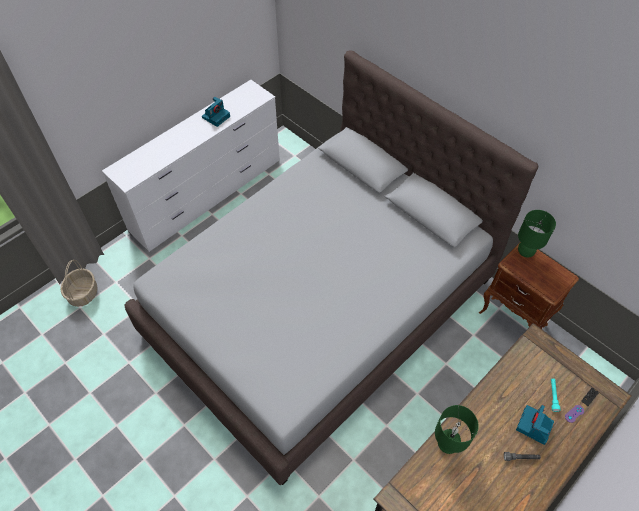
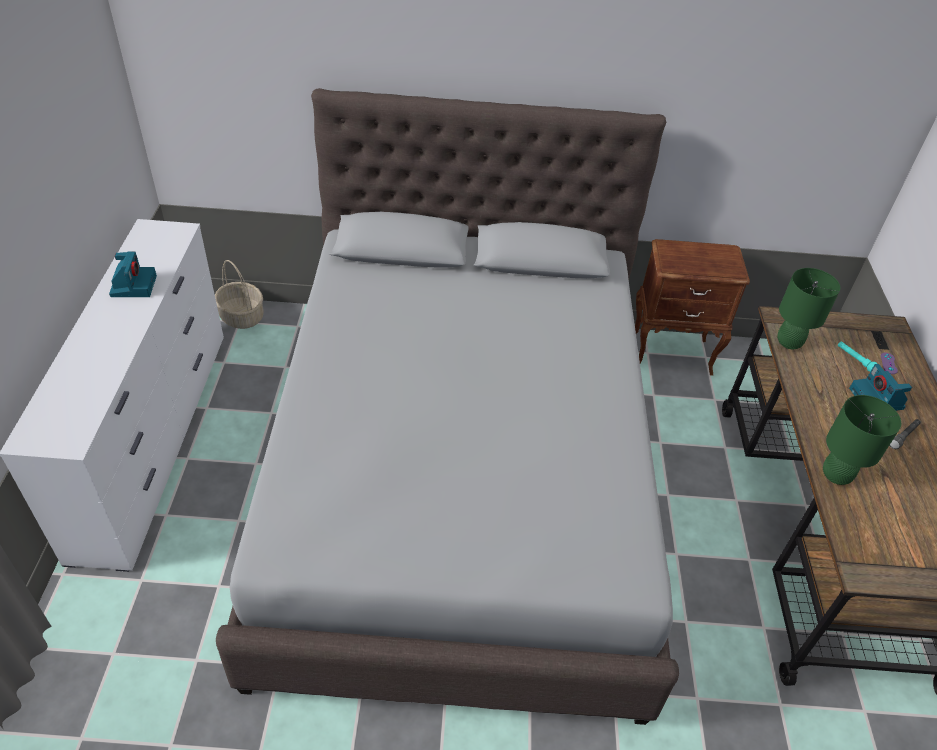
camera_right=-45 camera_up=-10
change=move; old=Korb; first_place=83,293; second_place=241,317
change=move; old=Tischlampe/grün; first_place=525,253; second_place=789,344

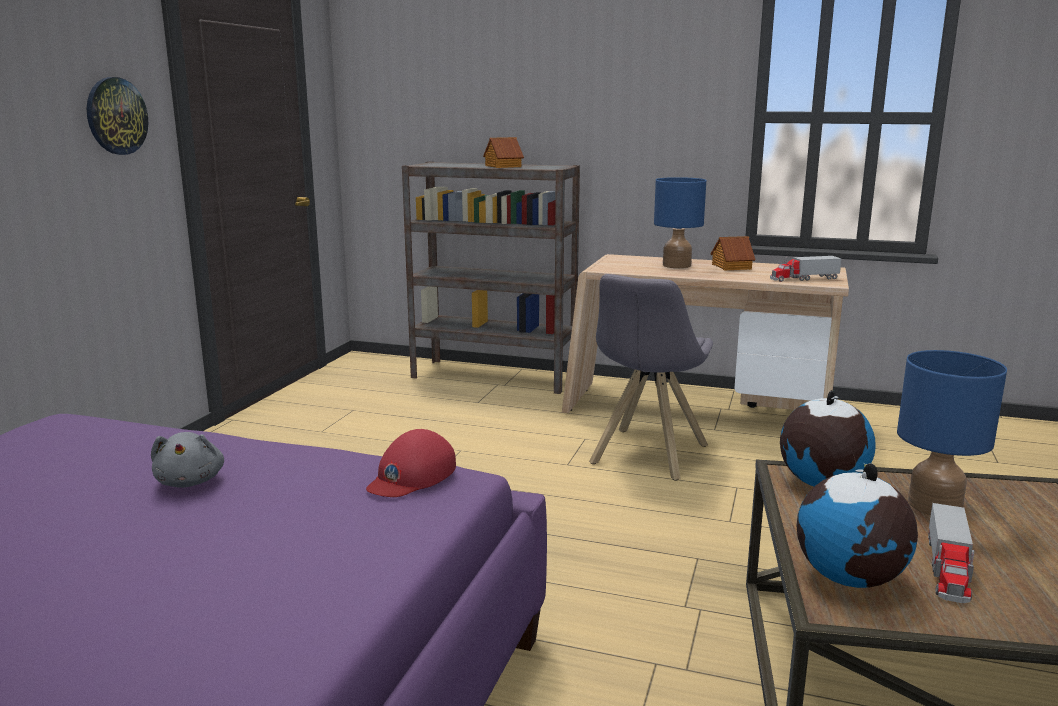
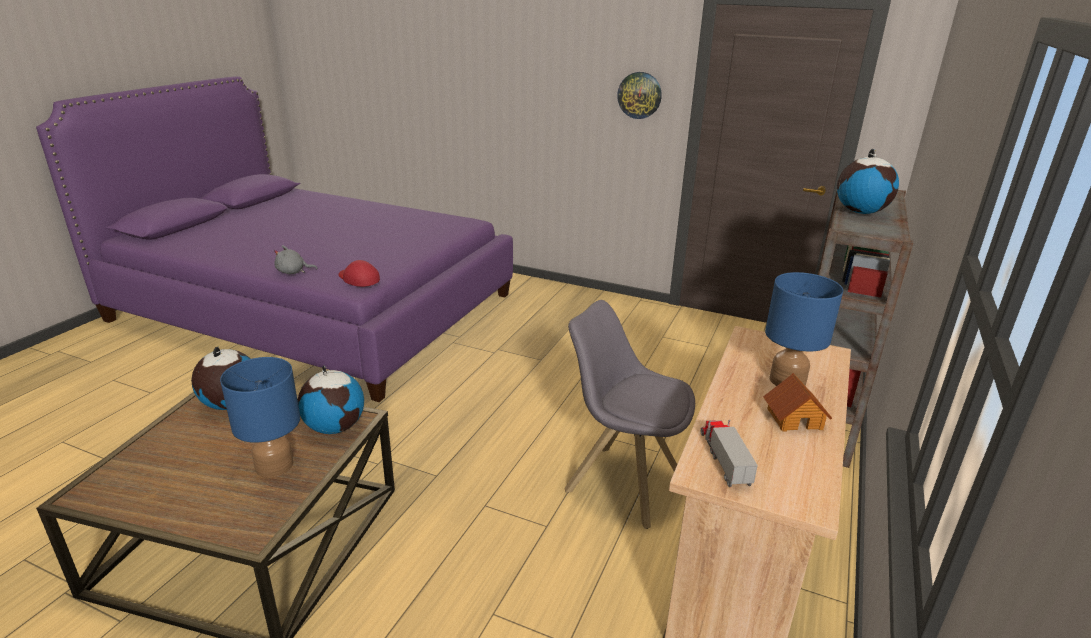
camera_right=95 camera_up=10
change=move; old=Plüschtier/grau; first_place=191,481; second_place=293,272
change=replace; old=Spielzeughaus; new=Globus; first_place=502,166; second_place=860,212
change=delete; old=Spielzeuglaster; first_place=948,568

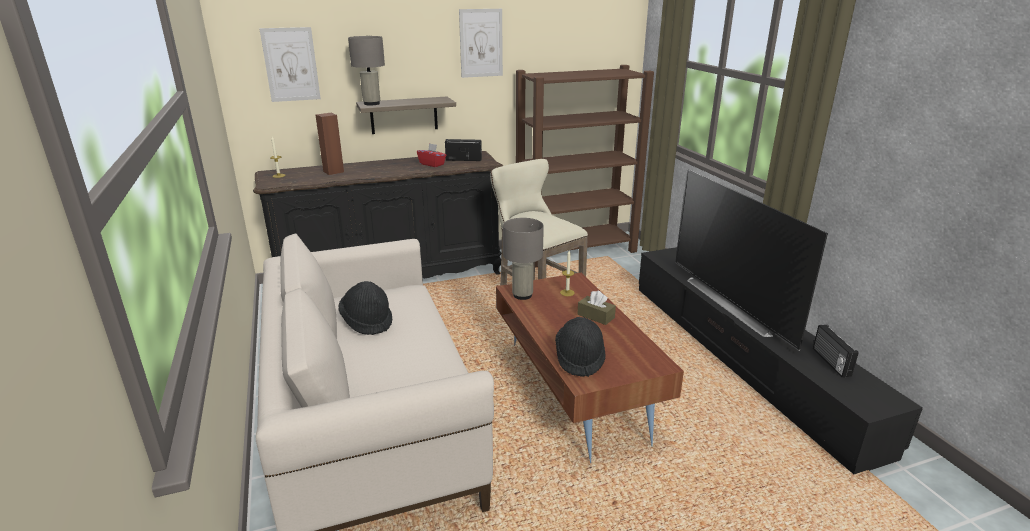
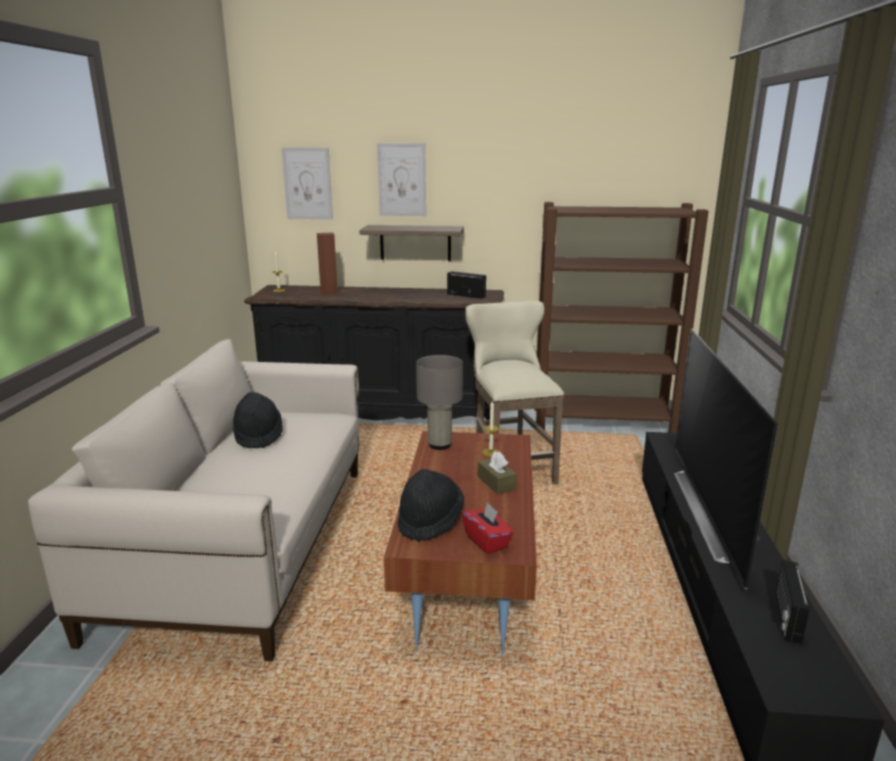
camera_right=25 camera_up=-5
change=delete; old=Tischlampe/grau; first_place=371,104
change=move; old=Taschentuchbox/rot; first_place=432,164; second_place=487,541
change=move; old=Bild; first_place=481,43; second_place=402,180

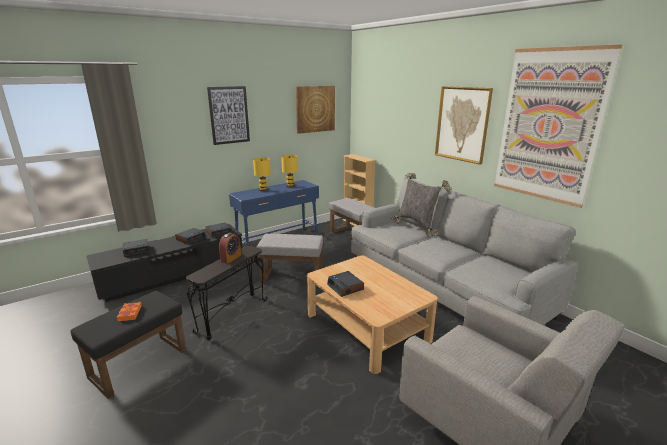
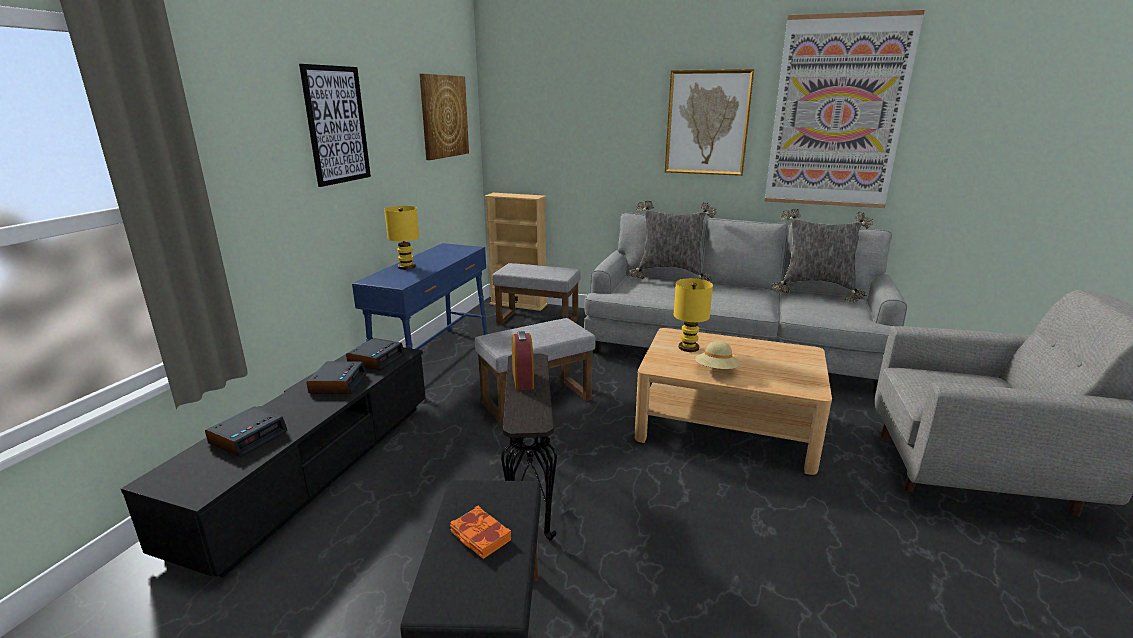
camera_right=-35 camera_up=0
change=move; old=Tischlampe/gelb; first_place=290,186; second_place=689,348
change=replace; old=Wecker; new=Hut/beige; first_place=346,287; second_place=716,370
change=insert; new=Kissen; second_place=815,294

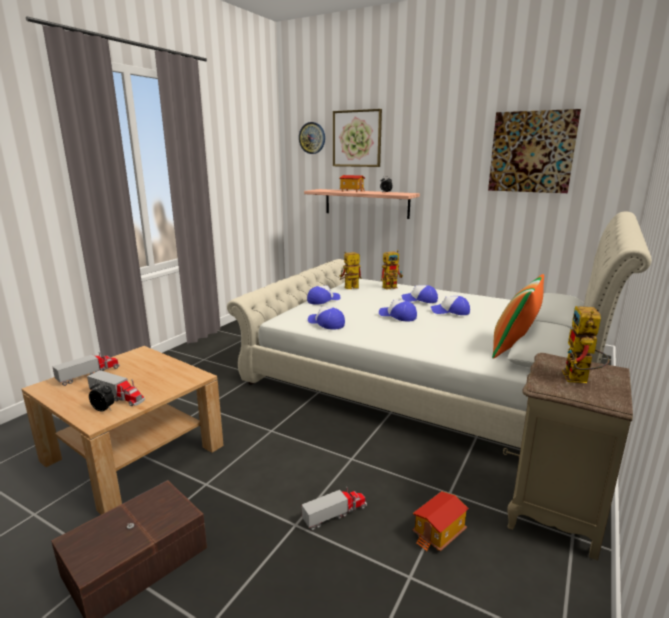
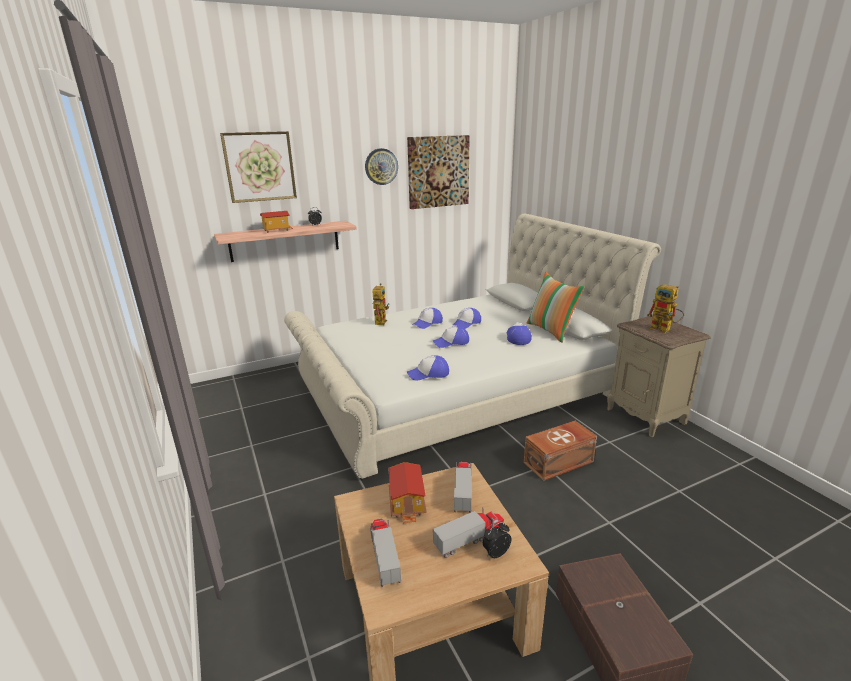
camera_right=-55 camera_up=5
change=move; old=Wanduhr; first_place=312,138; second_place=381,166
change=move; old=Spielzeuglaster; first_place=335,514; second_place=463,490
change=move; old=Kappe; first_place=323,300; second_place=517,338
change=delete; old=Spielzeugroboter; first_place=349,288
change=move; old=Spielzeughaus; first_place=439,534; second_place=408,503
change=insert; new=Aufbewahrungsbox/braun; second_place=559,462

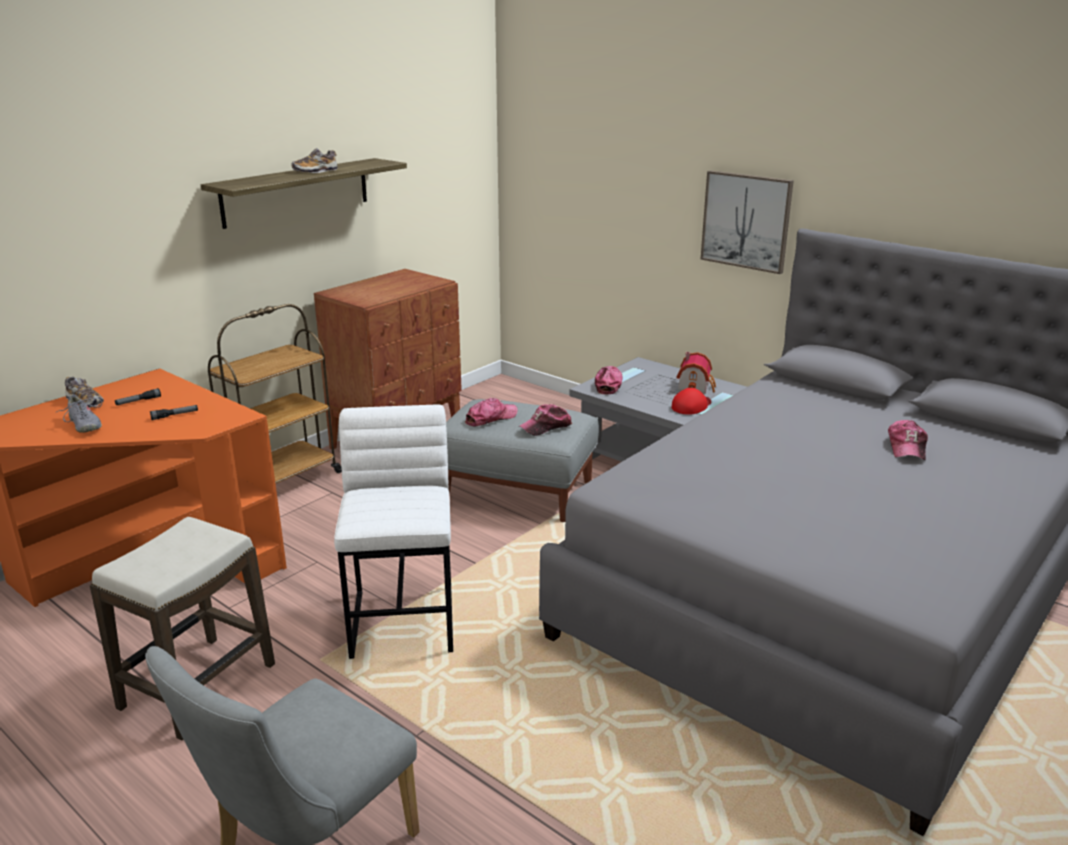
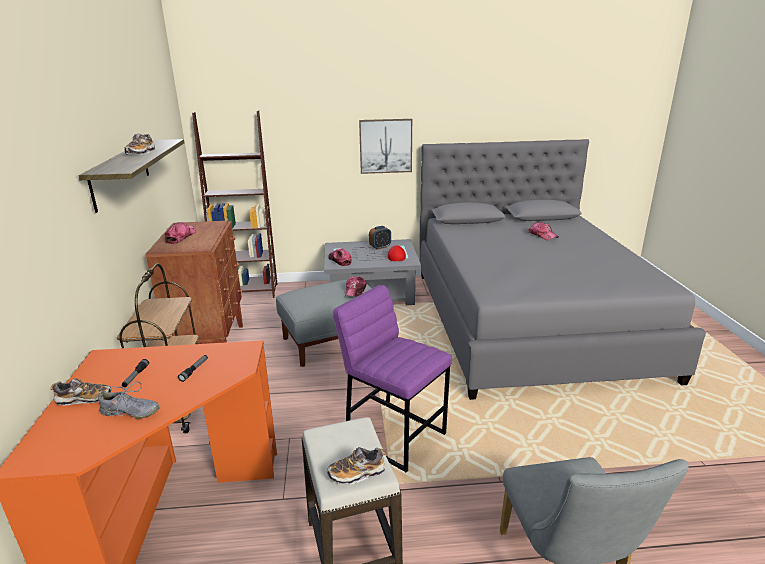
camera_right=-45 camera_up=0
change=recolor; old=Stuhl/weiß; new=Stuhl/lila; first_place=403,619; second_place=393,435
change=move; old=Kappe; first_place=491,418; second_place=180,237
change=replace; old=Spielzeughaus; new=Wecker; first_place=696,387; second_place=380,247
change=insert; new=Bücherregal/braun; second_place=246,291
change=insert; new=Schuh; second_place=357,474

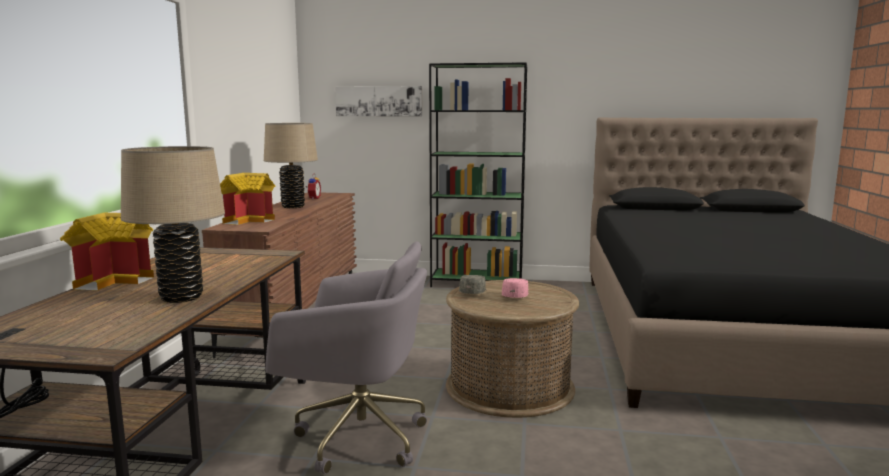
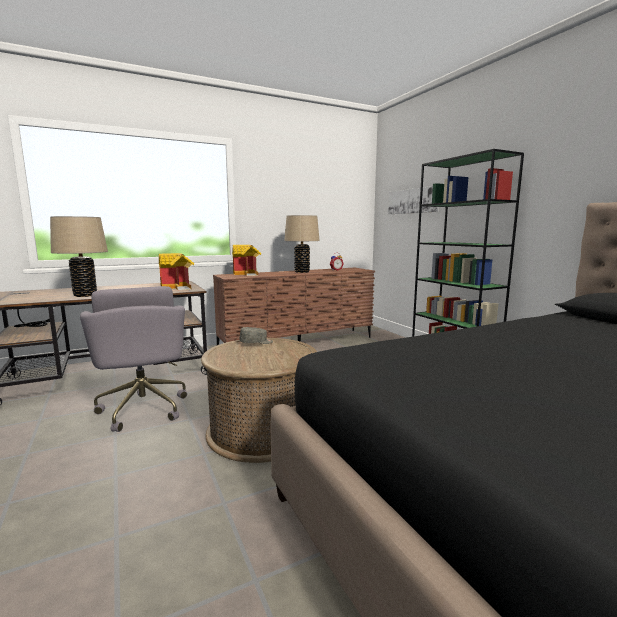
camera_right=55 camera_up=0
change=move; old=Spielzeughaus; first_place=115,280; second_place=179,287
change=delete; old=Kappe/rosa; first_place=516,296

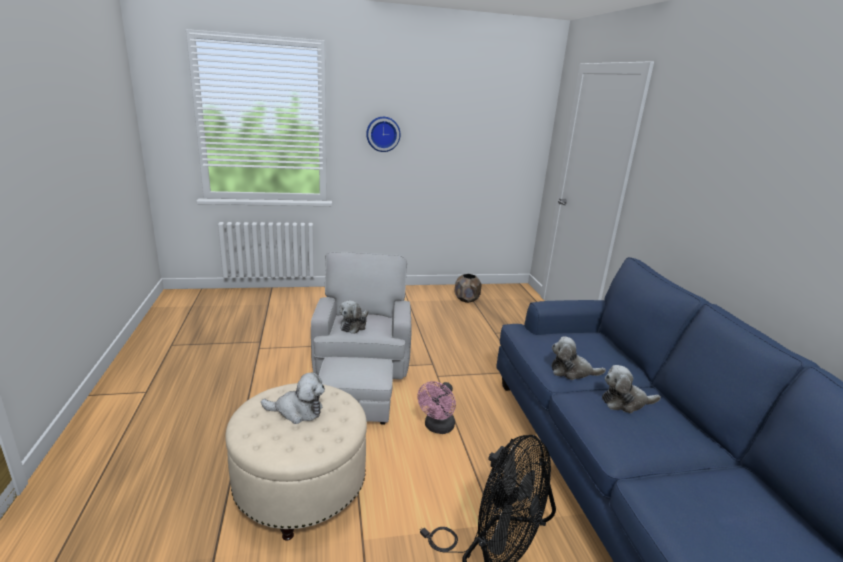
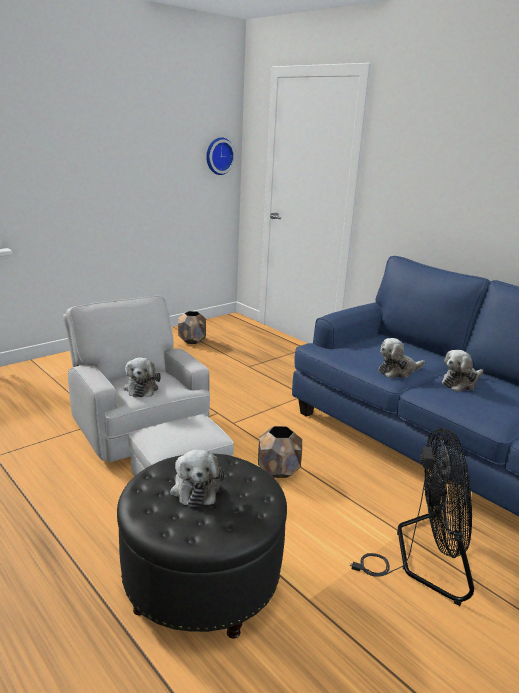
camera_right=-30 camera_up=0
change=recolor; old=Polsterhocker/beige; new=Polsterhocker/schwarz; first_place=300,490; second_place=202,584
change=rotate; old=Plüschtier; first_place=297,411; second_place=195,488; degrees=105
change=move; old=Wanduhr; first_place=383,134; second_place=218,156
change=replace; old=Ventilator/rosa; new=Pflanzkübel/braun; first_place=437,428; second_place=279,471

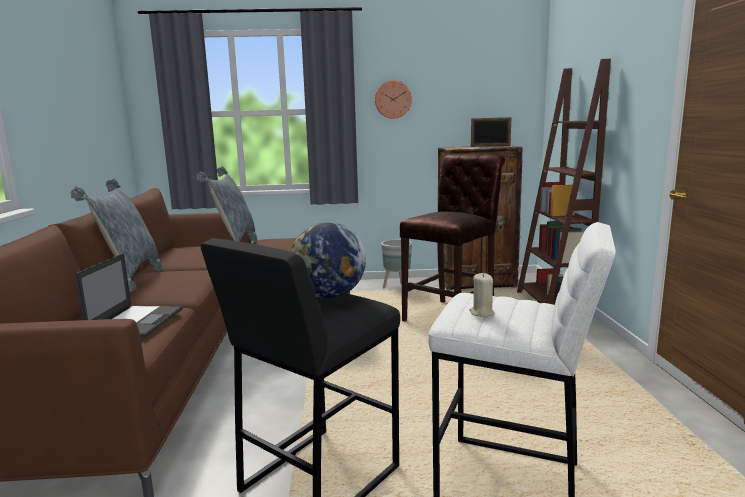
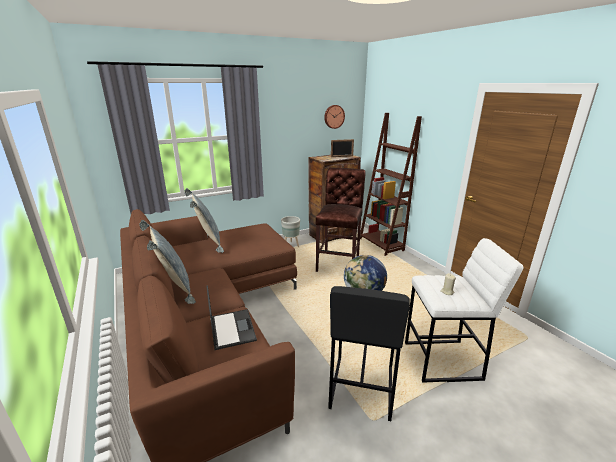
camera_right=-25 camera_up=10
change=move; old=Wanduhr; first_place=393,99; second_place=334,116

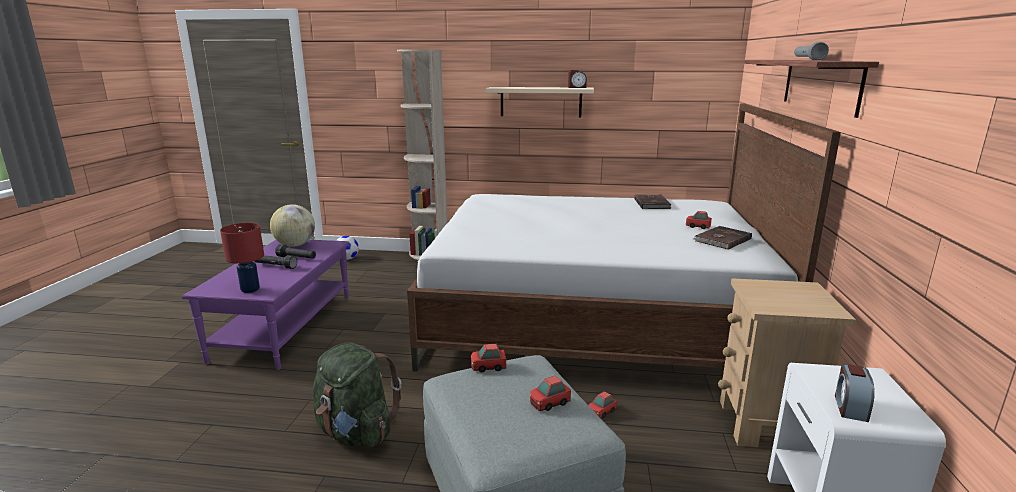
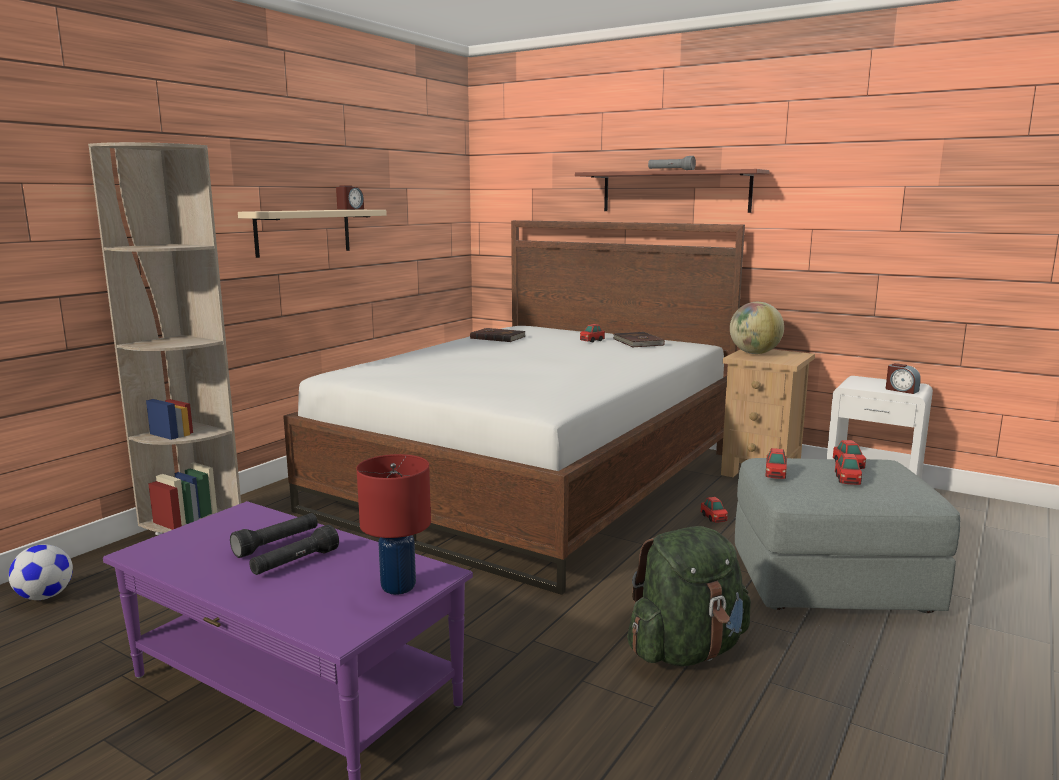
camera_right=-65 camera_up=-5
change=move; old=Globus; first_place=295,245; second_place=754,353
change=insert; new=Spielzeugauto; second_place=847,480

